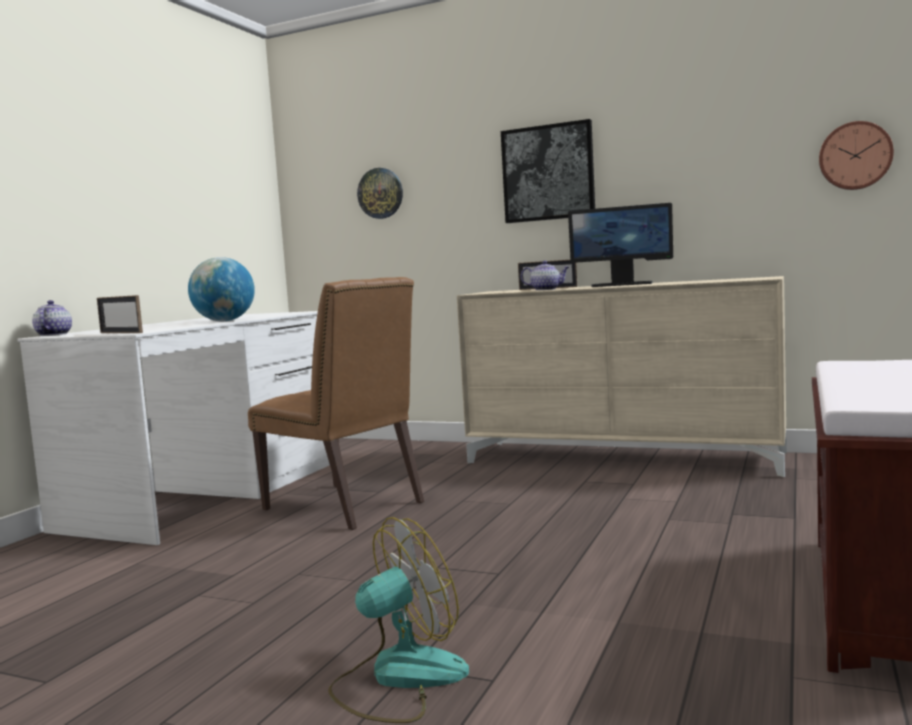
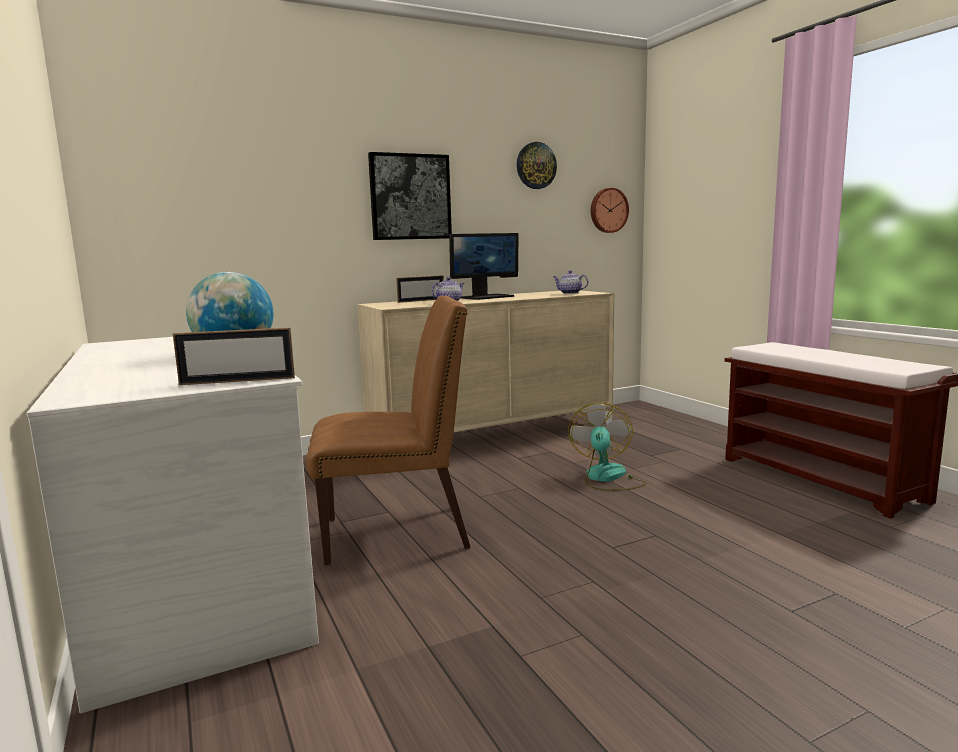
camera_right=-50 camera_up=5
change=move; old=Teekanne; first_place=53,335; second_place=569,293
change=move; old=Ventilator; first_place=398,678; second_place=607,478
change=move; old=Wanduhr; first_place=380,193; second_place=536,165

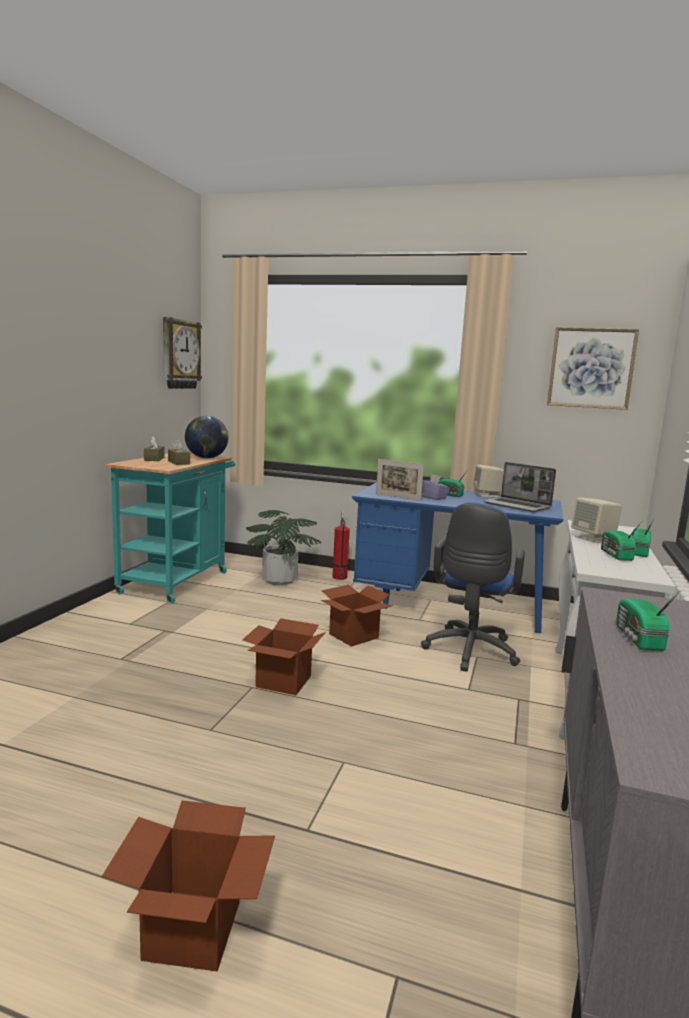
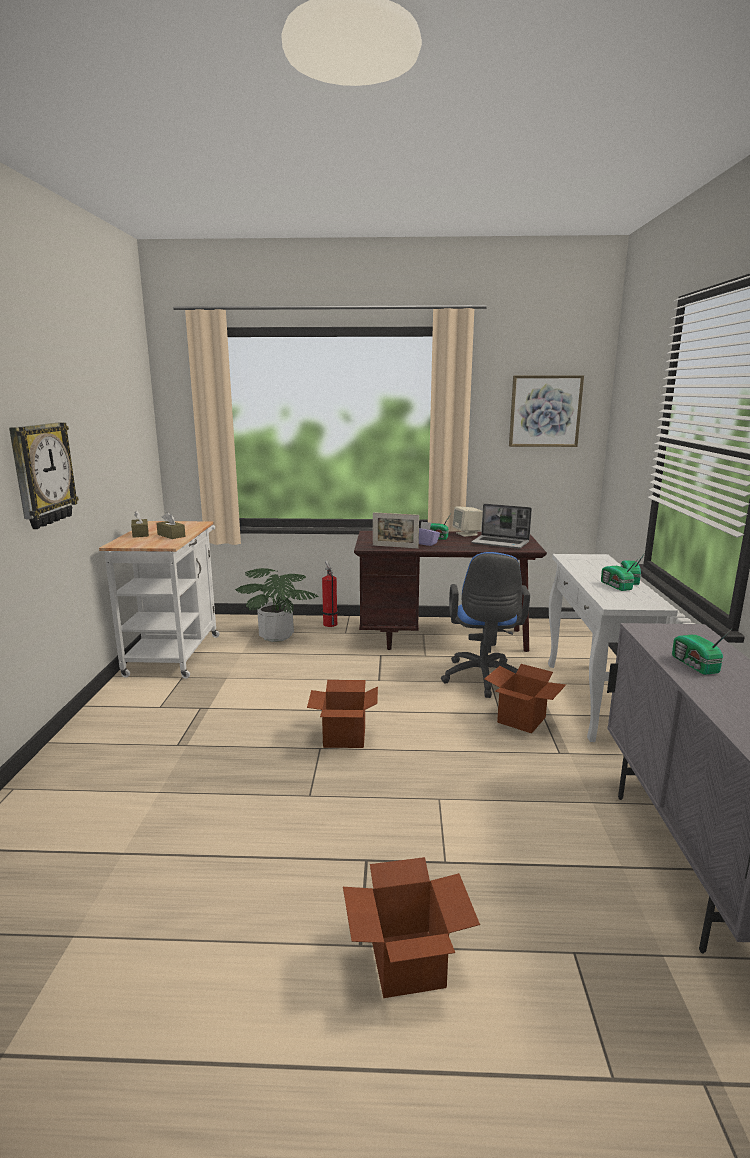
camera_right=-15 camera_up=5
change=recolor; old=Rollwagen/türkis; new=Rollwagen/weiß; first_place=177,580; second_place=175,652
change=move; old=Wanduhr; first_place=179,354; second_place=42,474
change=delete; old=Globus; first_place=207,458
change=move; old=Karton; first_place=353,636; second_place=521,719
change=recolor; old=Schreibtisch/blau; new=Schreibtisch/braun; first_place=449,607; second_place=443,639
change=delete; old=Lautsprecher/beige; first_place=593,539

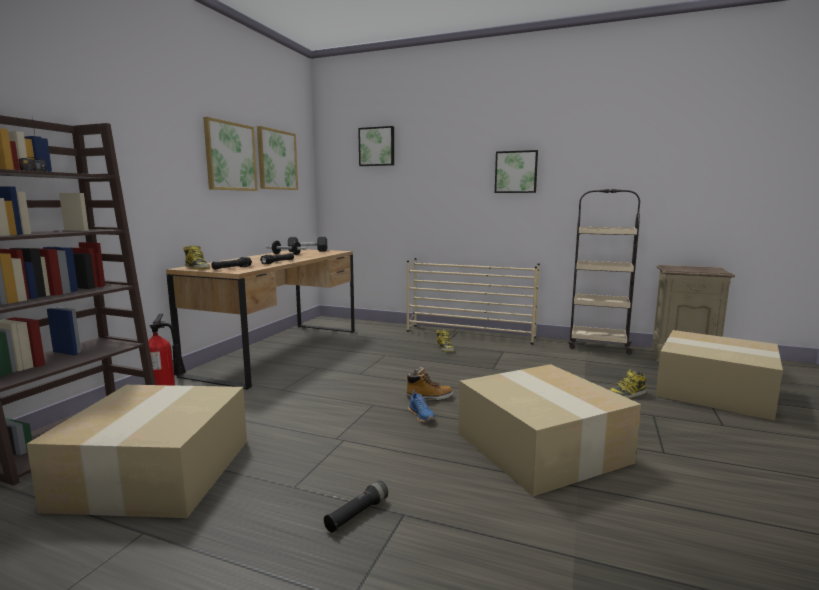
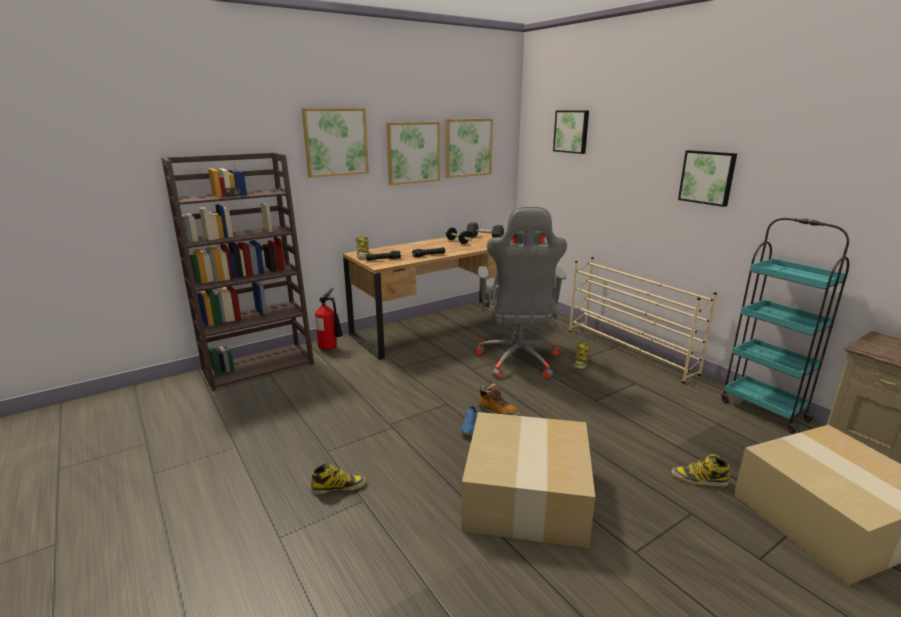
camera_right=35 camera_up=10
change=delete; old=Karton; first_place=155,471
change=replace; old=Taschenlampe/schwarz; new=Stiefel; first_place=357,514; second_place=339,487
change=recolor; old=Rollwagen/beige; new=Rollwagen/türkis; first_place=598,347; second_place=763,411
change=insert; new=Bild; second_place=336,142
change=insert; new=Bürostuhl/grau; second_place=517,357

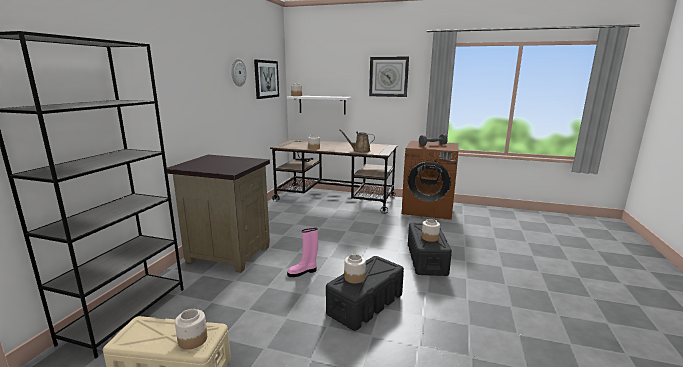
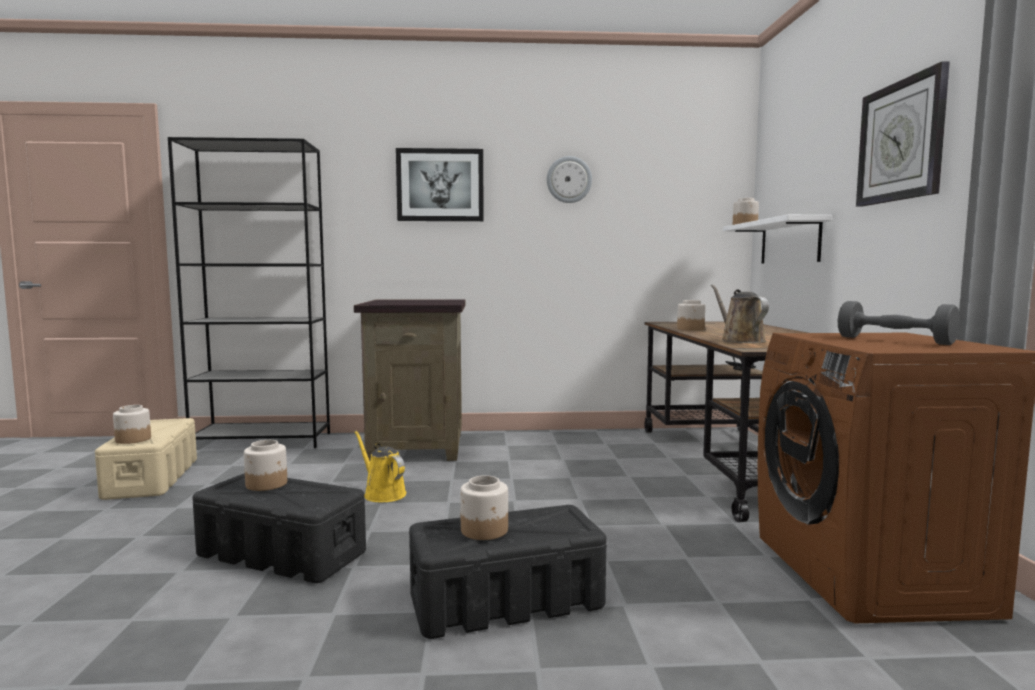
camera_right=70 camera_up=-10
change=move; old=Bild; first_place=266,79; second_place=440,185
change=replace; old=Stiefel/rosa; new=Gießkanne/gelb; first_place=303,272; second_place=382,493

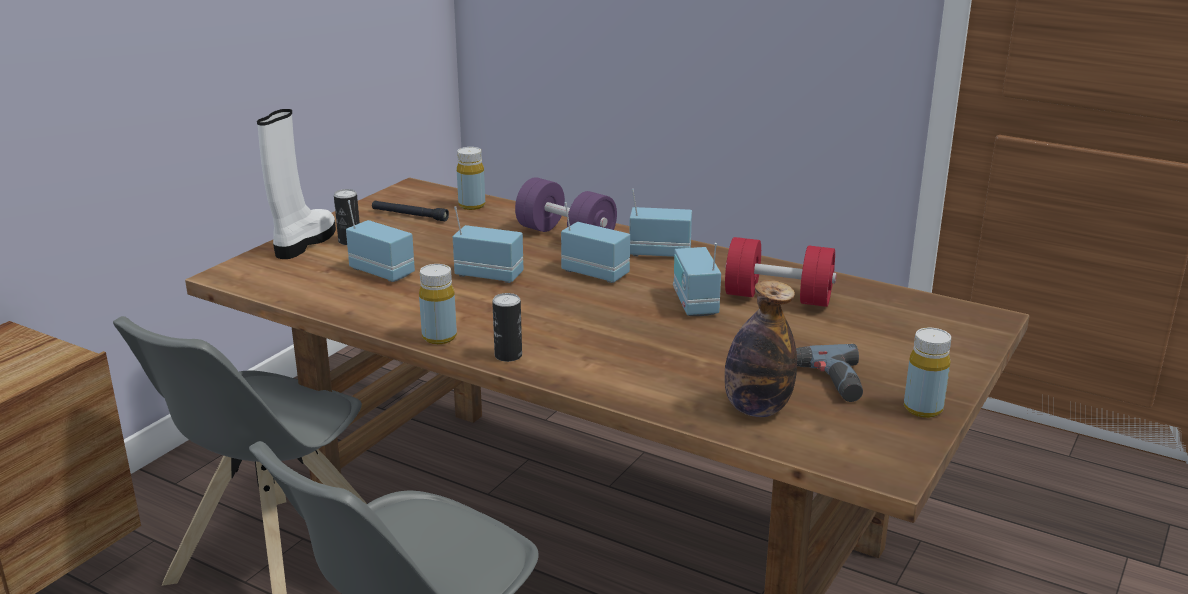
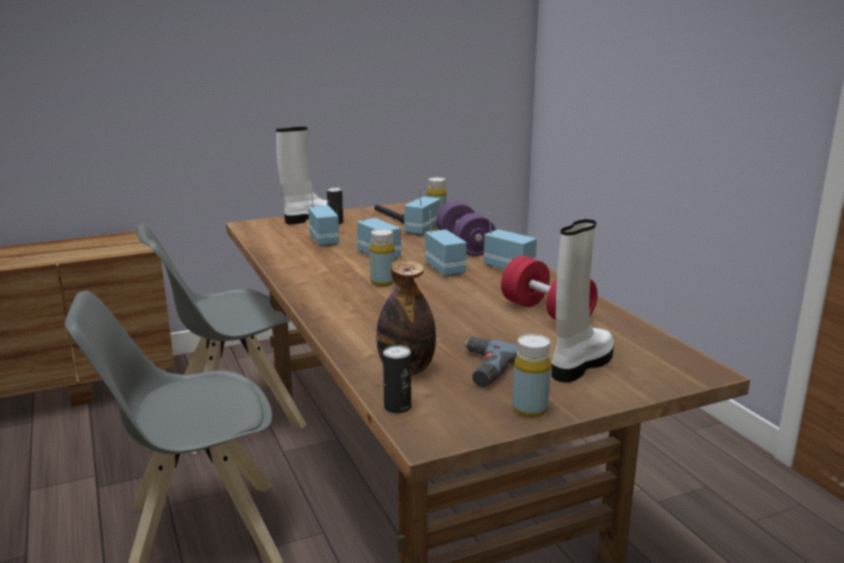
camera_right=35 camera_up=-5
change=move; old=Flasche/gelb; first_place=439,337; second_place=382,282
change=move; old=Dose; first_place=508,355; second_place=397,407
change=move; old=Radio; first_place=694,303; second_place=422,230
change=insert; new=Stiefel/weiß; second_place=580,364

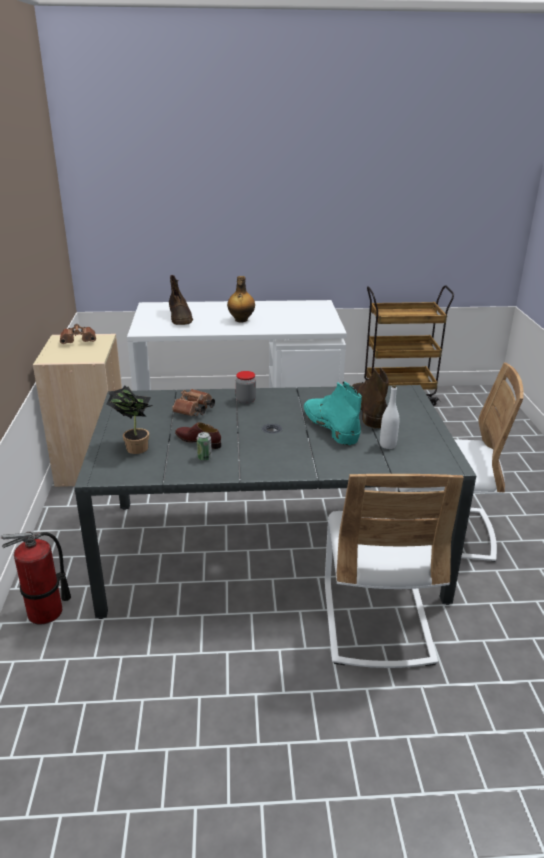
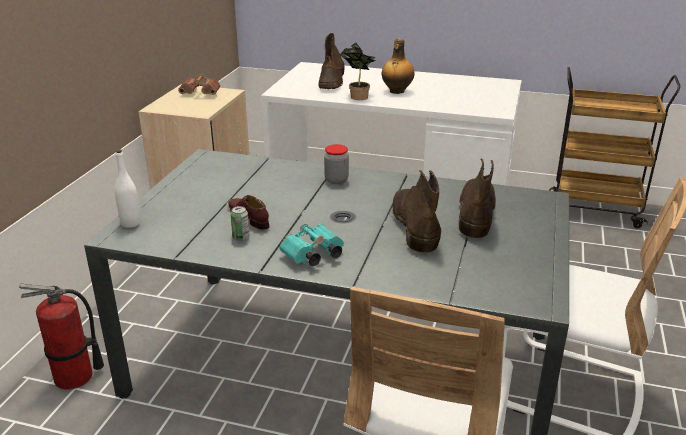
camera_right=20 camera_up=0
change=move; old=Topfpflanze; first_place=134,447; second_place=357,96
change=delete; old=Fernglas/braun; first_place=194,411
change=recolor; old=Stiefel/türkis; new=Stiefel/braun; first_place=329,426; second_place=414,225
change=move; old=Flasche/weiß; first_place=387,445; second_place=131,223
change=insert; new=Fernglas/türkis; second_place=312,256

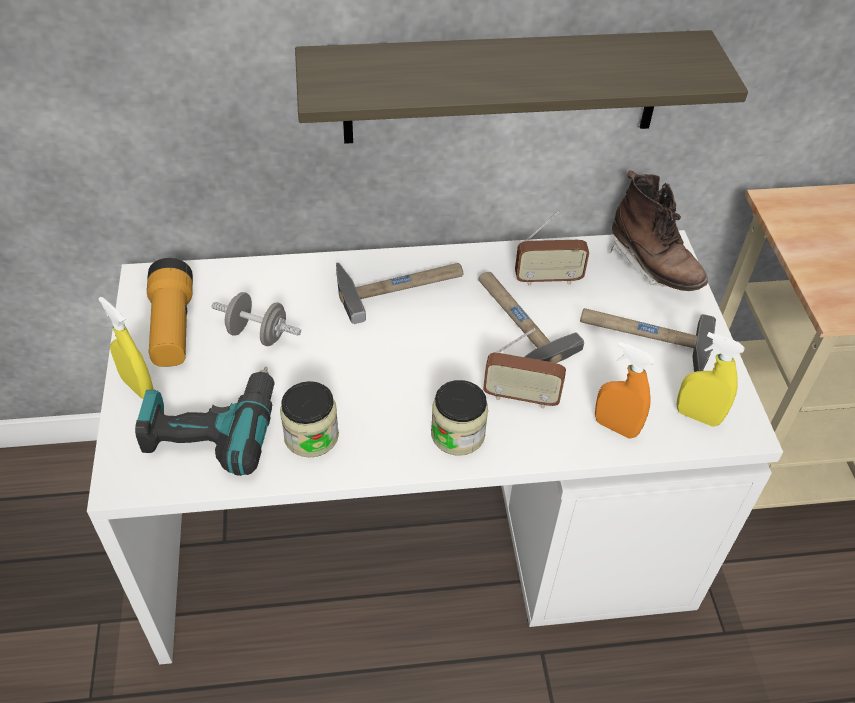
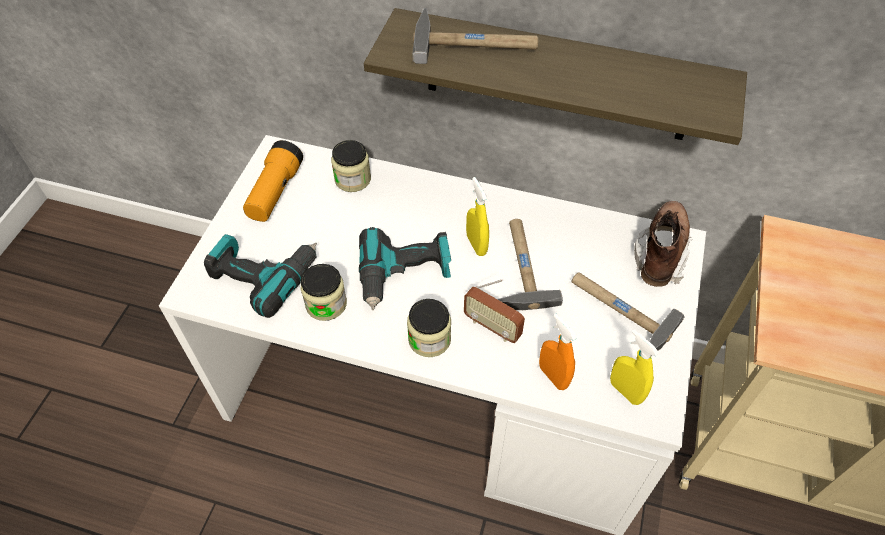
camera_right=25 camera_up=5
change=move; old=Sprühflasche/gelb; first_place=137,386; second_place=476,245
change=delete; old=Hantel/grau; first_place=258,334
change=move; old=Hammer; first_place=400,285; second_place=475,43
change=delete; old=Radio; first_place=548,279
change=rotate; old=Stiefel/braun; first_place=653,266; second_place=660,254; degrees=-150
change=insert; new=Vorratsglas; second_place=352,179
change=insert; new=Bohrmaschine; second_place=405,275

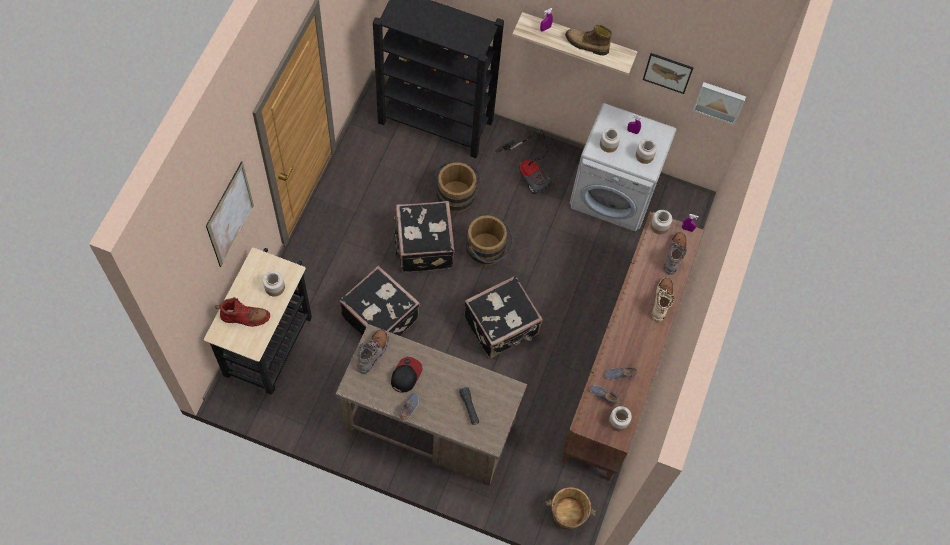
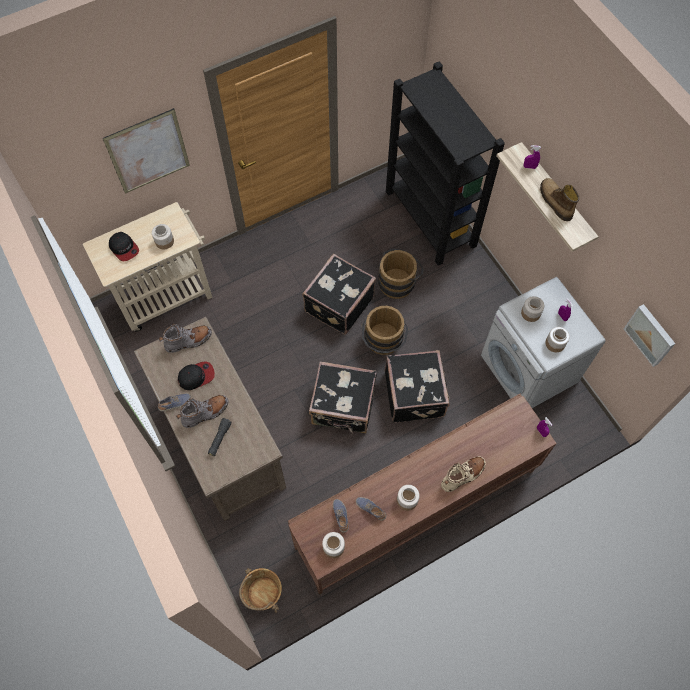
camera_right=45 camera_up=0
change=recolor; old=Rollwagen/schwarz; new=Rollwagen/beige; first_place=269,345; second_place=166,296
change=replace; old=Stiefel/rot; new=Kappe; first_place=245,317; second_place=124,248
change=move; old=Koffer/schwarz; first_place=381,316; second_place=415,394
change=delete; old=Staubsauger; first_place=529,171
change=delete; old=Bild; first_place=667,72
change=move; old=Vorratsglas; first_place=659,226; second_place=407,500
change=move; old=Stiefel/grau; first_place=674,255; second_place=205,413

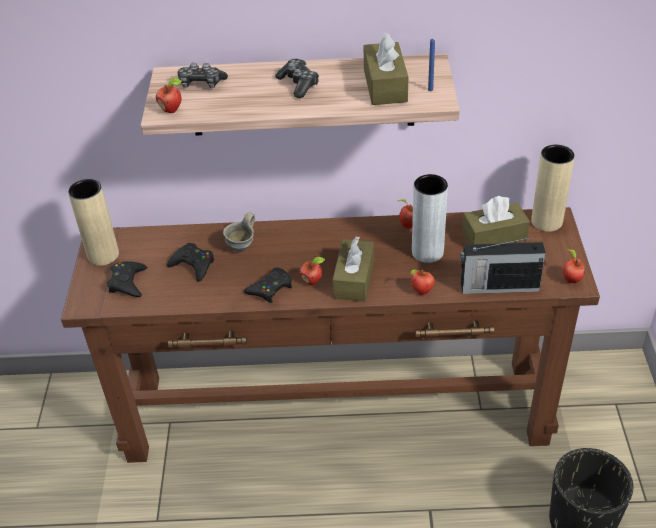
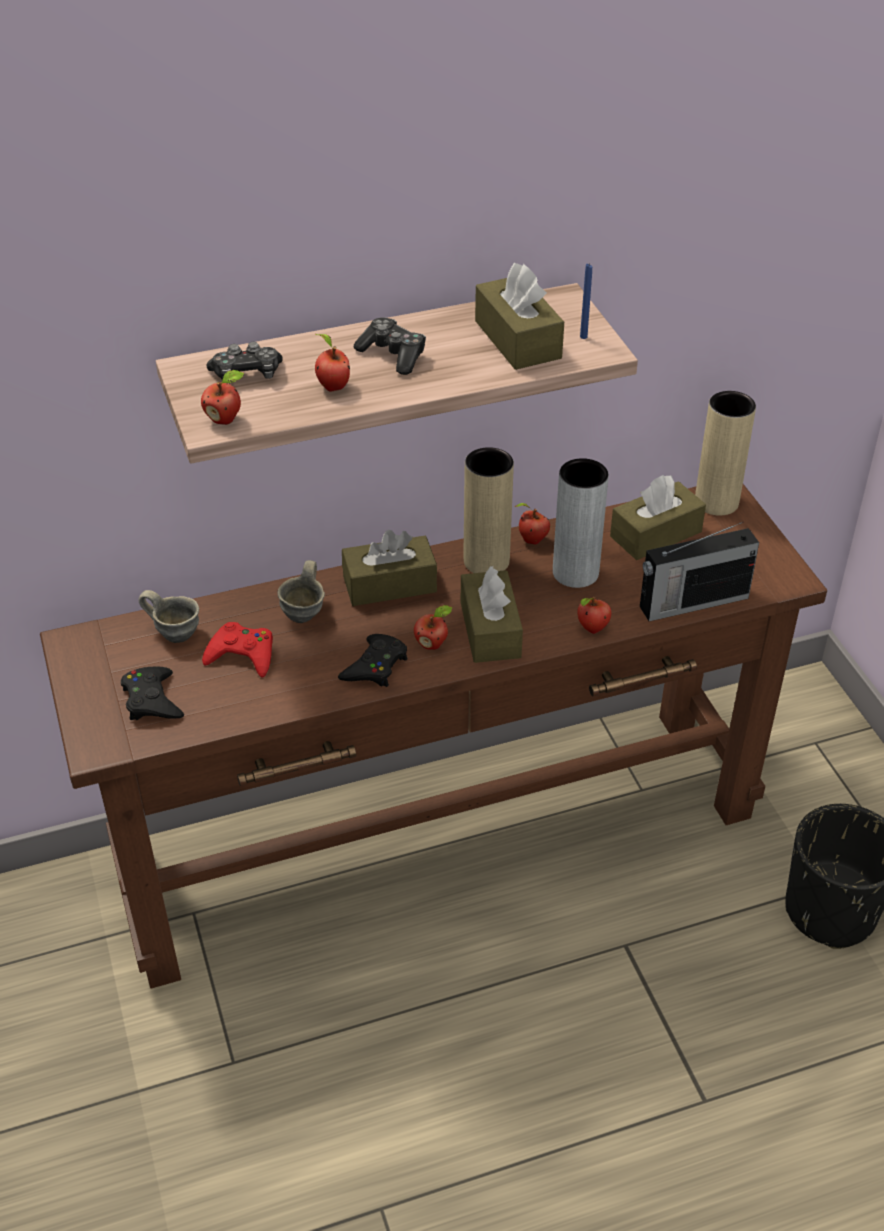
camera_right=-20 camera_up=0
change=move; old=Vase/beige; first_place=103,255; second_place=486,561
change=recolor; old=Gamepad/schwarz; new=Gamepad/rot; first_place=193,265; second_place=242,655
change=move; old=Apfel; first_place=570,279; second_place=332,387
change=insert; new=Henkelbecher/grau; second_place=176,632
change=insert; new=Taschentuchbox/braun; second_place=389,584

